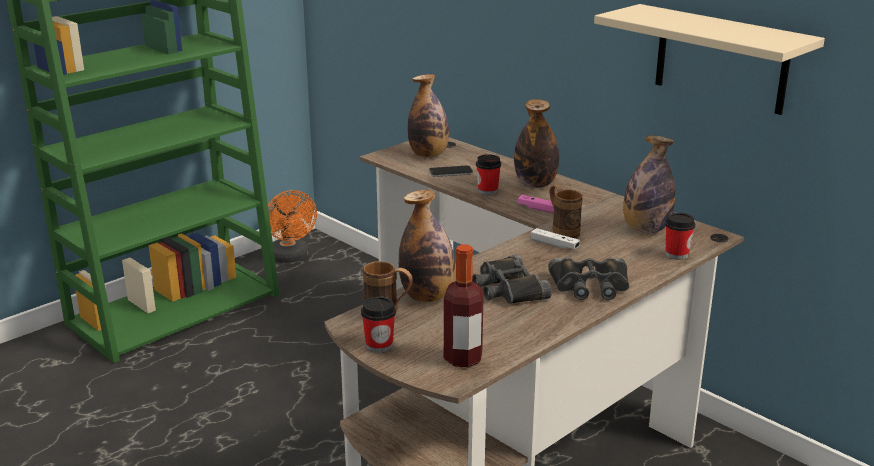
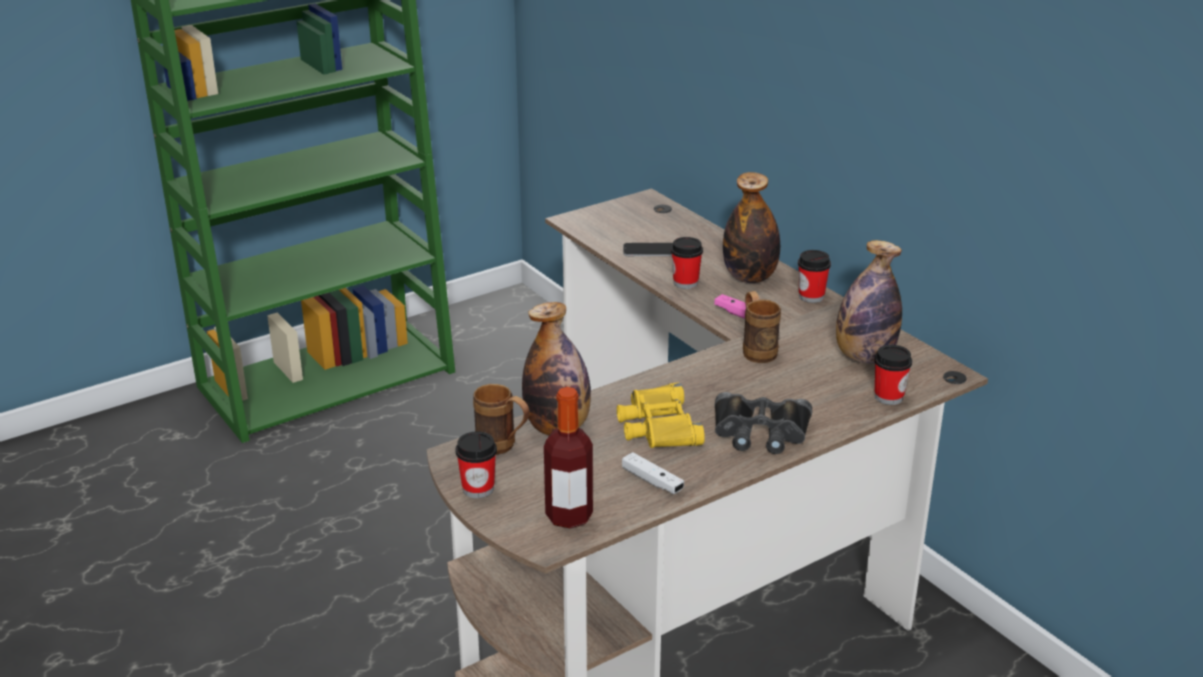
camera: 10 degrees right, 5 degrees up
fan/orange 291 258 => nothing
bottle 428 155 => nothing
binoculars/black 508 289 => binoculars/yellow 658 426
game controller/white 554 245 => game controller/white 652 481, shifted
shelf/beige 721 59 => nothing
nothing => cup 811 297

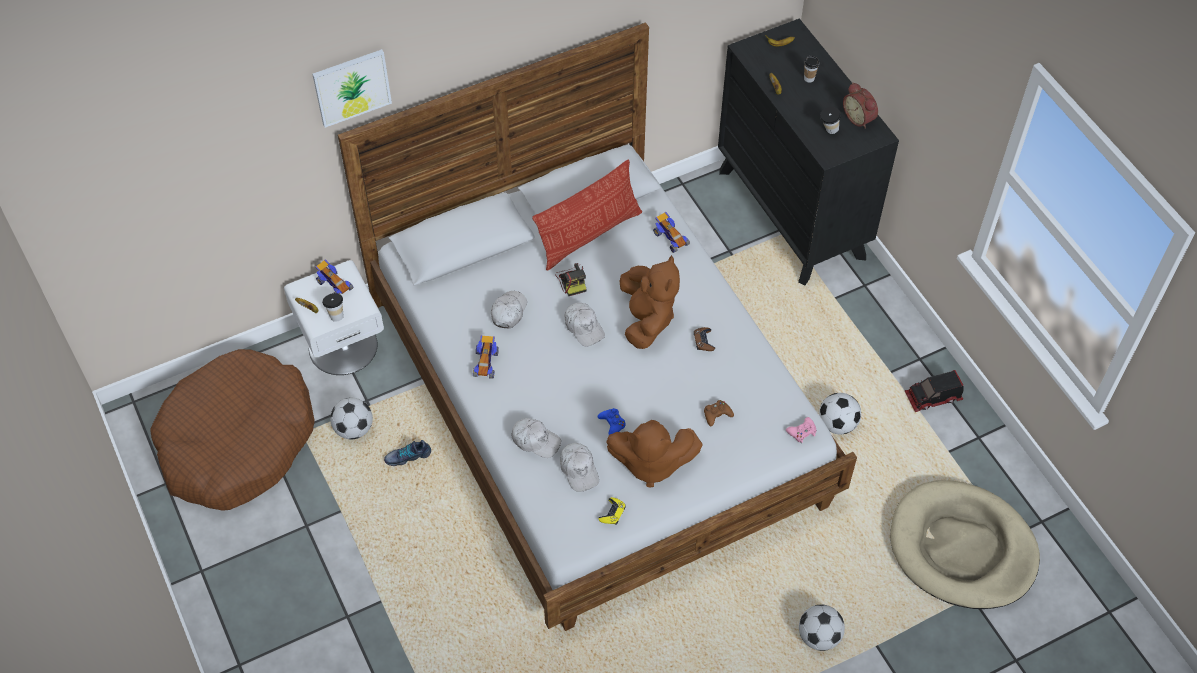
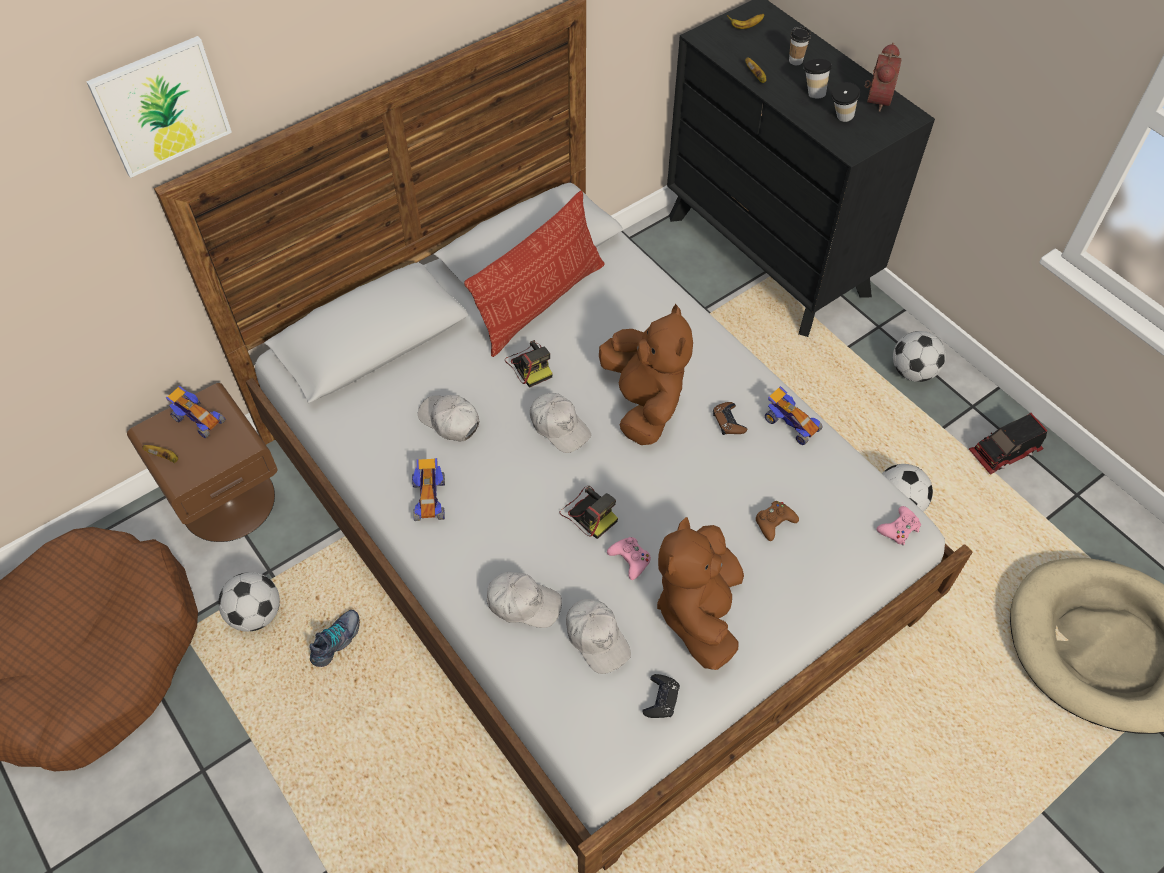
camera: 10 degrees left, 0 degrees up
nightstand/white 342 345 => nightstand/brown 227 500
cup 336 314 => cup 812 92, shifted
shoe 408 456 => shoe 337 641, 150 degrees clockwise
cap/white 508 312 => cap/white 449 421, 60 degrees counterclockwise
game controller/blue 612 423 => game controller/pink 630 559
game controller/yellow 612 513 => game controller/black 661 699
plush toy/brown 650 463 => plush toy/brown 699 611, 105 degrees clockwise
toy car 670 238 => toy car 790 423, shifted
football 819 636 => football 912 372, shifted
alarm clock 859 118 => alarm clock 875 98, 120 degrees counterclockwise
nothing => photo camera 588 513

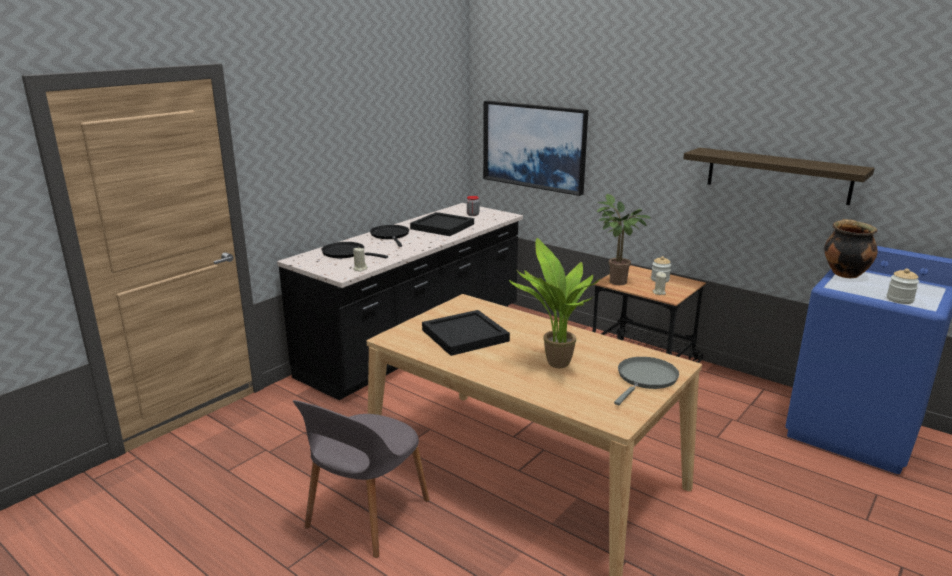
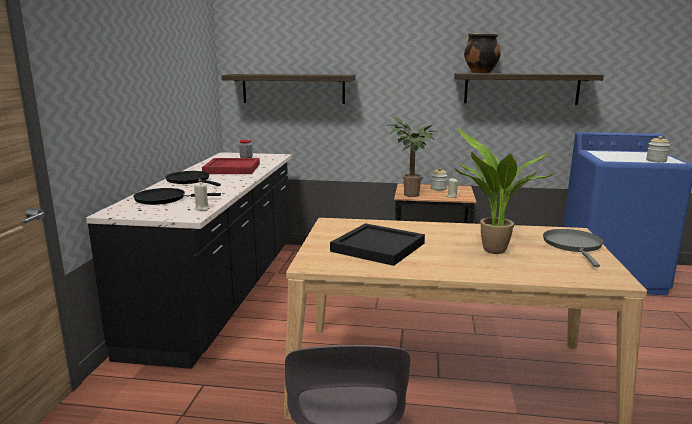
camera: 30 degrees left, 5 degrees down
tray/black 442 226 => tray/red 231 168
picture 534 146 => shelf 293 88
cooking pot 844 273 => cooking pot 479 73, shifted

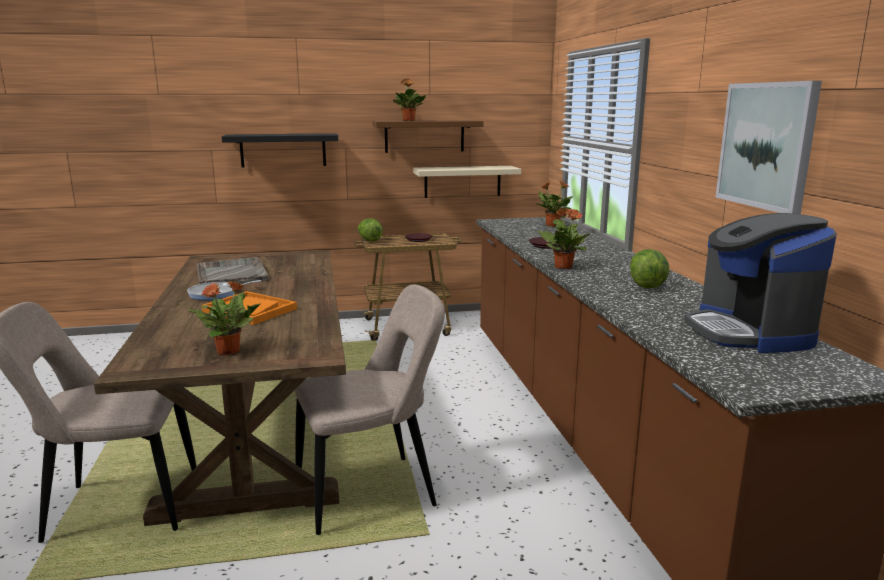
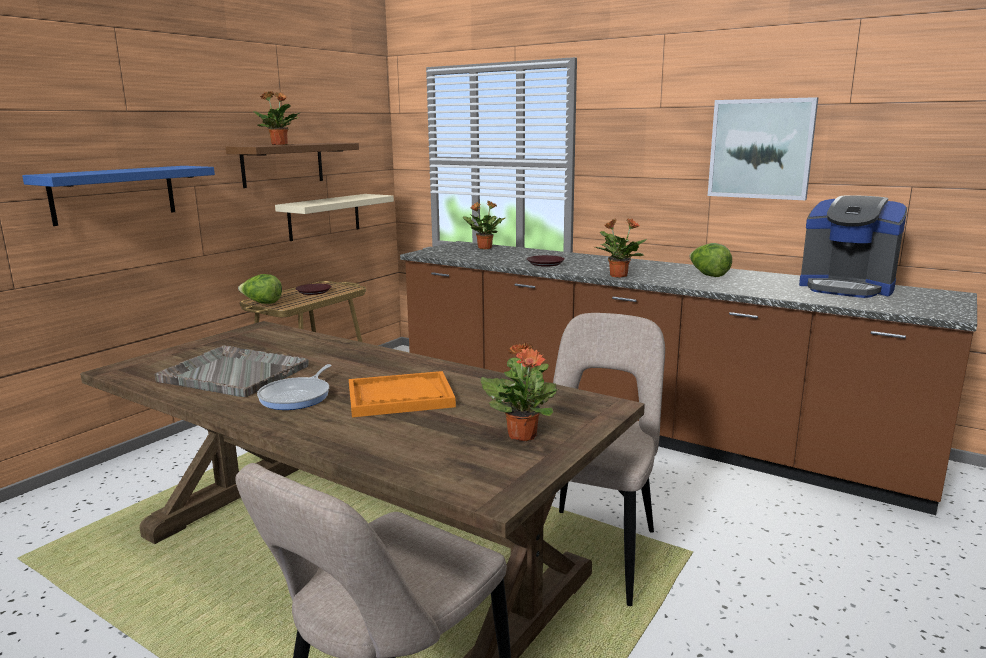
camera: 45 degrees left, 0 degrees up
shelf/black 283 150 => shelf/blue 114 194

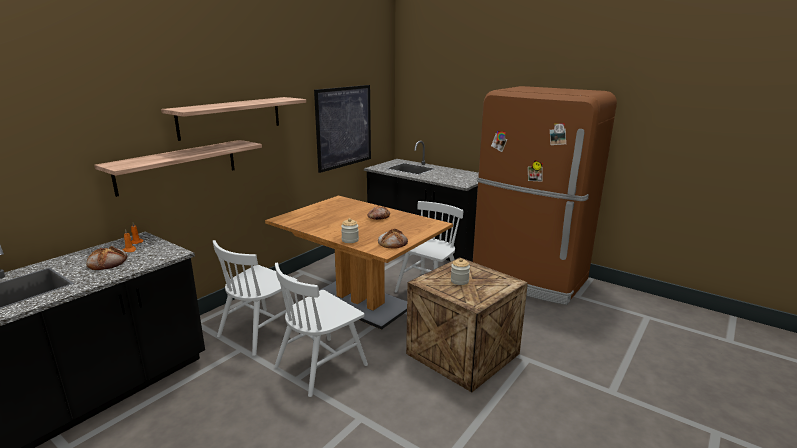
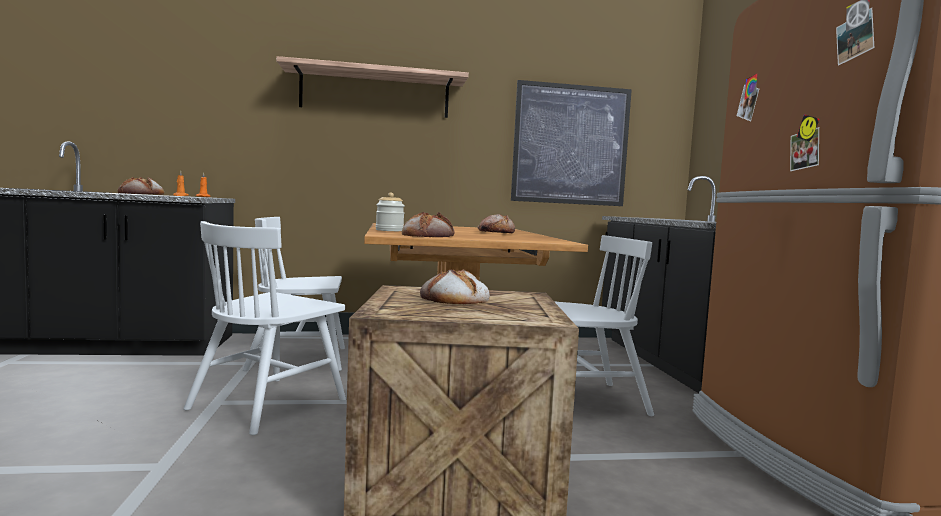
camera: 45 degrees right, 15 degrees down
shelf 178 166 => nothing
chair/white 321 365 => chair/white 268 404, 60 degrees counterclockwise
jar 459 281 => bread 454 299

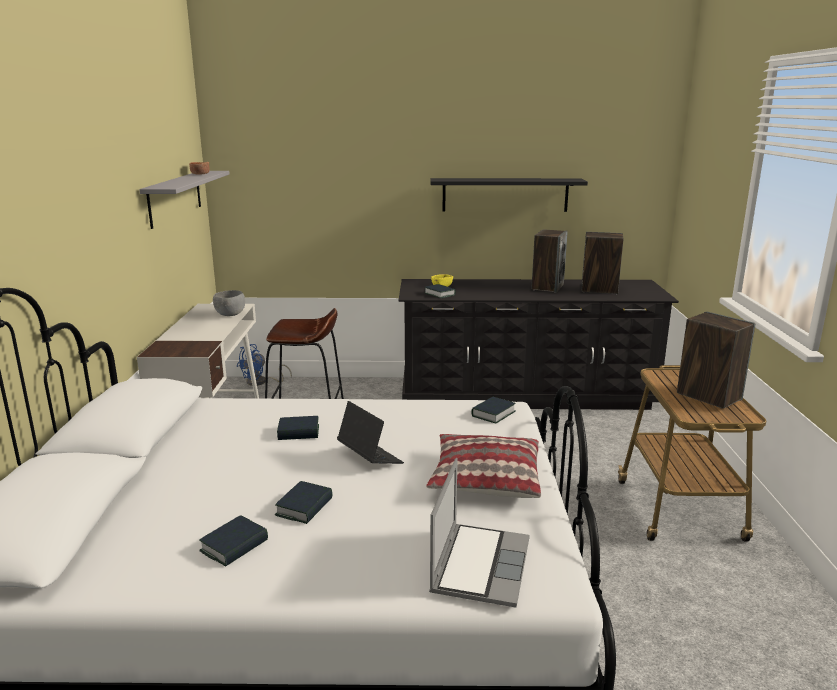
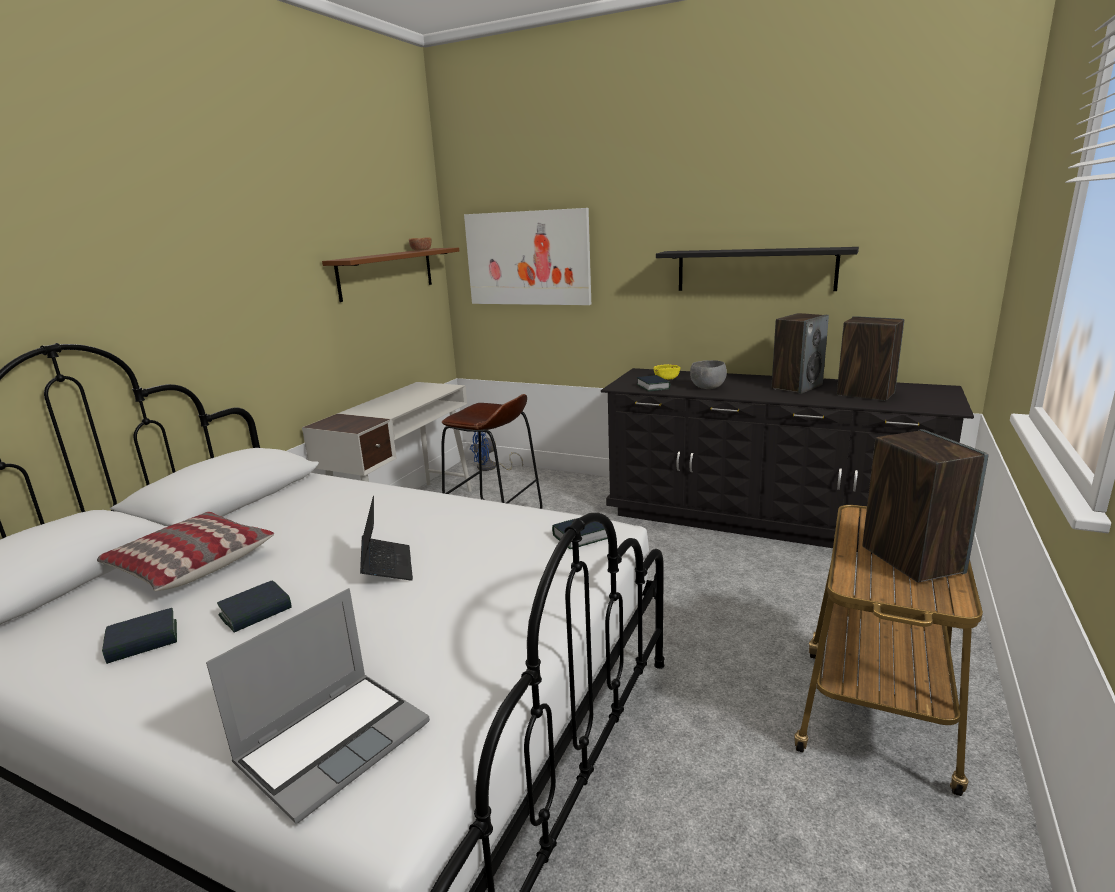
camera: 25 degrees right, 0 degrees up
shelf/grey 175 197 => shelf/brown 386 273
bowl/grey 230 315 => bowl/grey 707 388, shifted
book 298 432 => nothing
pillow 485 479 => pillow 190 564, shifted
nothing => picture 528 258

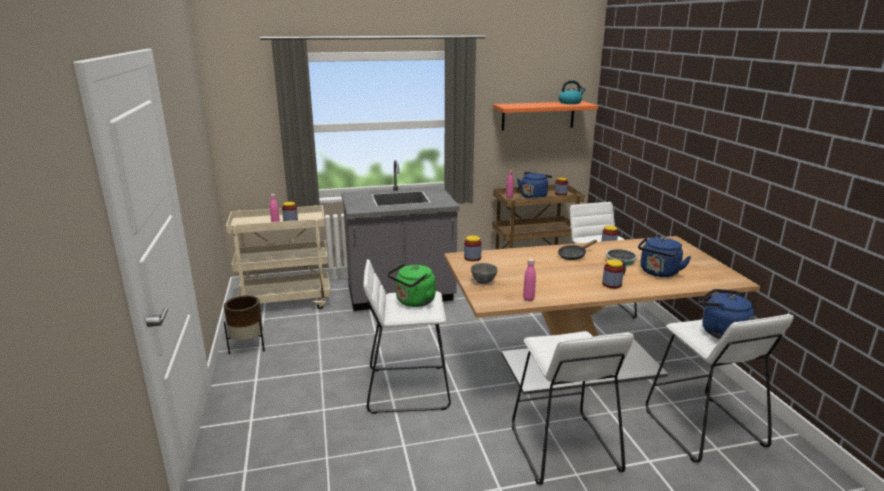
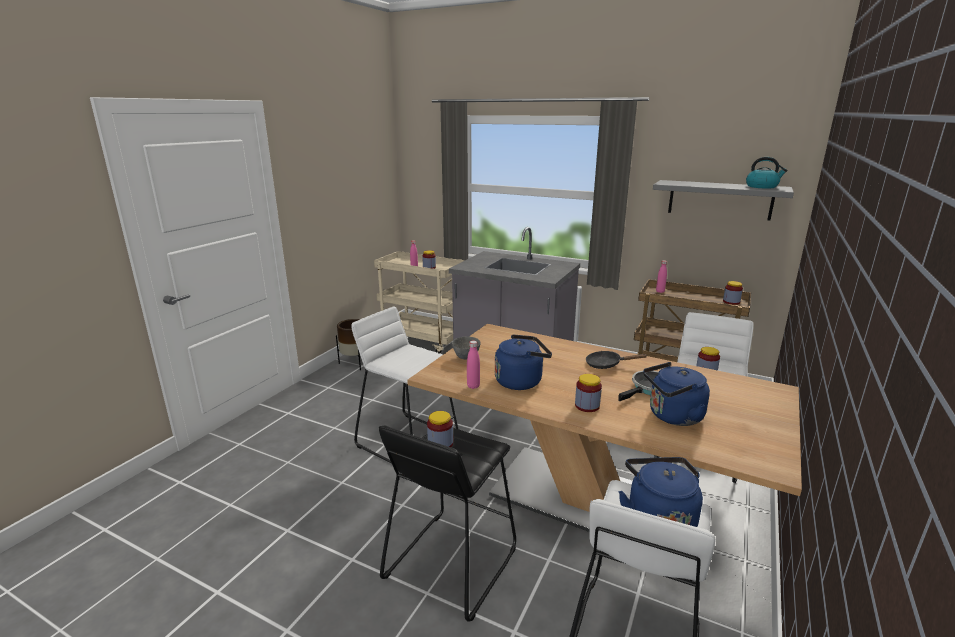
camera: 40 degrees right, 0 degrees up
kettle/green 414 302 => nothing
jar 472 258 => jar 440 444, shifted
shelf/orange 538 115 => shelf/grey 720 199
stool/white 562 448 => stool/black 450 562
kettle/blue 534 196 => kettle/blue 521 381, shifted

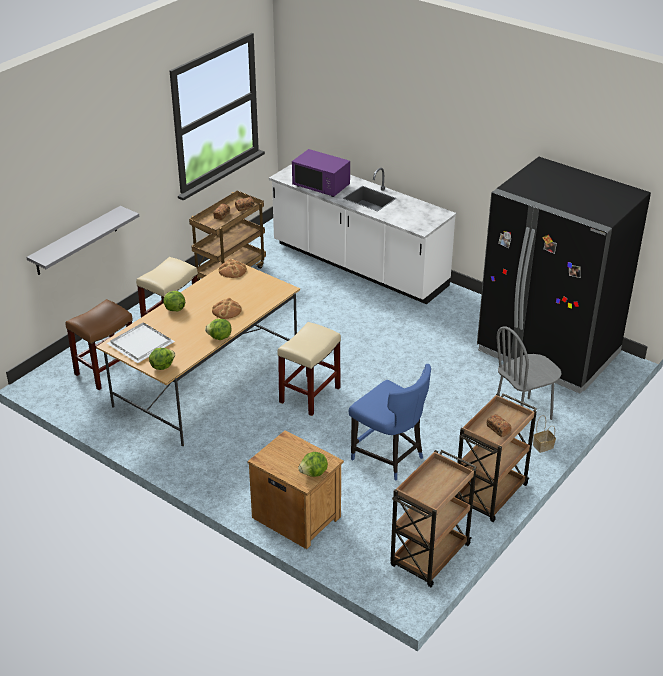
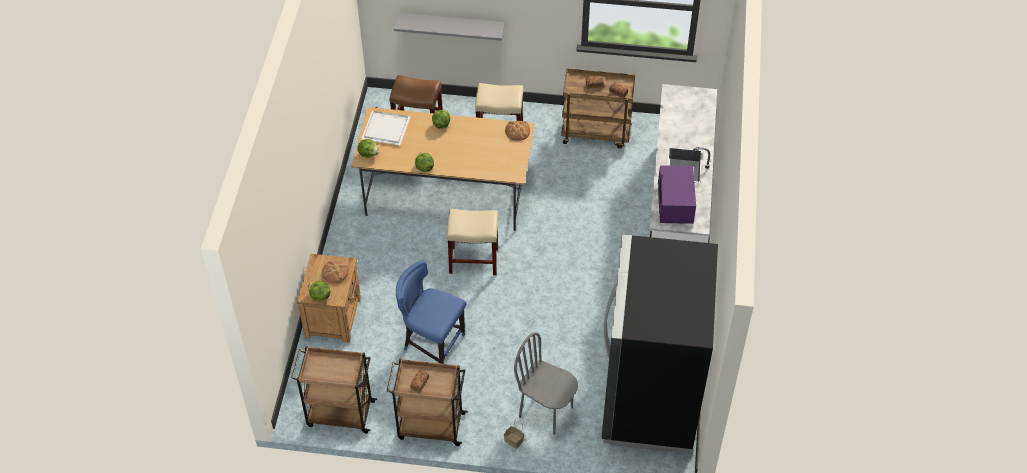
camera: 60 degrees right, 15 degrees up
bread 226 310 => bread 335 272, shifted
microwave/purple 321 186 => microwave/purple 675 205, shifted
chair/blue 389 458 => chair/blue 432 343, 105 degrees clockwise

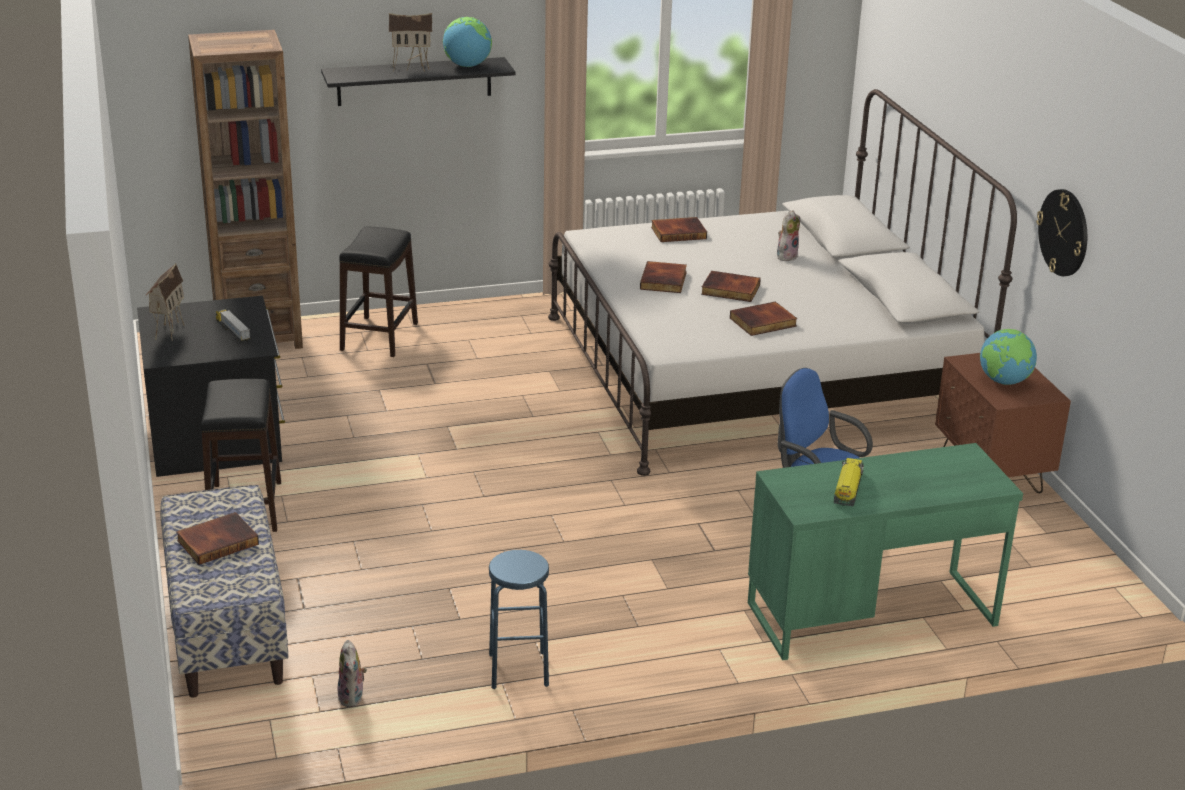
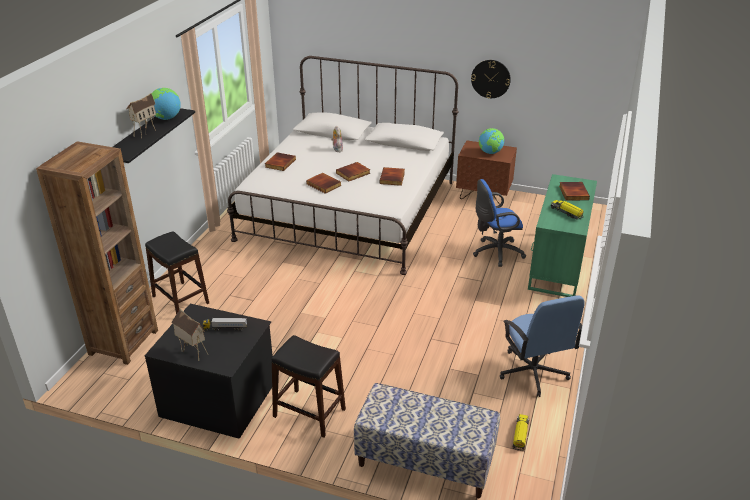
camera: 55 degrees left, 5 degrees up
book 217 541 => book 573 193, shifted
plush toy 353 697 => toy truck 520 435
stool/blue 518 670 => office chair/blue 533 372

